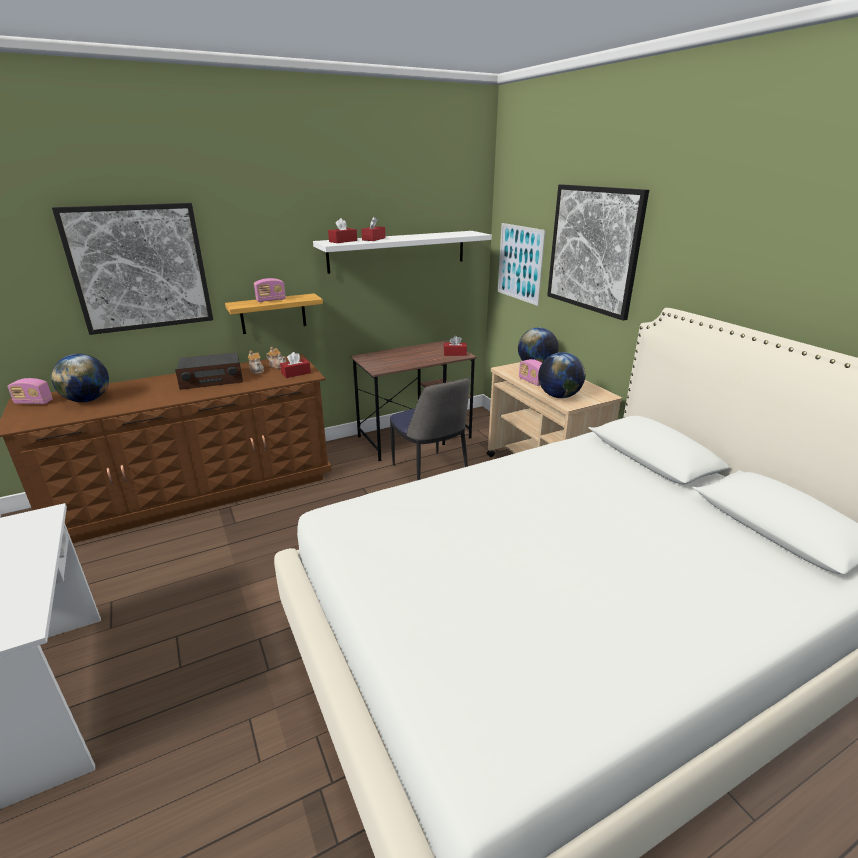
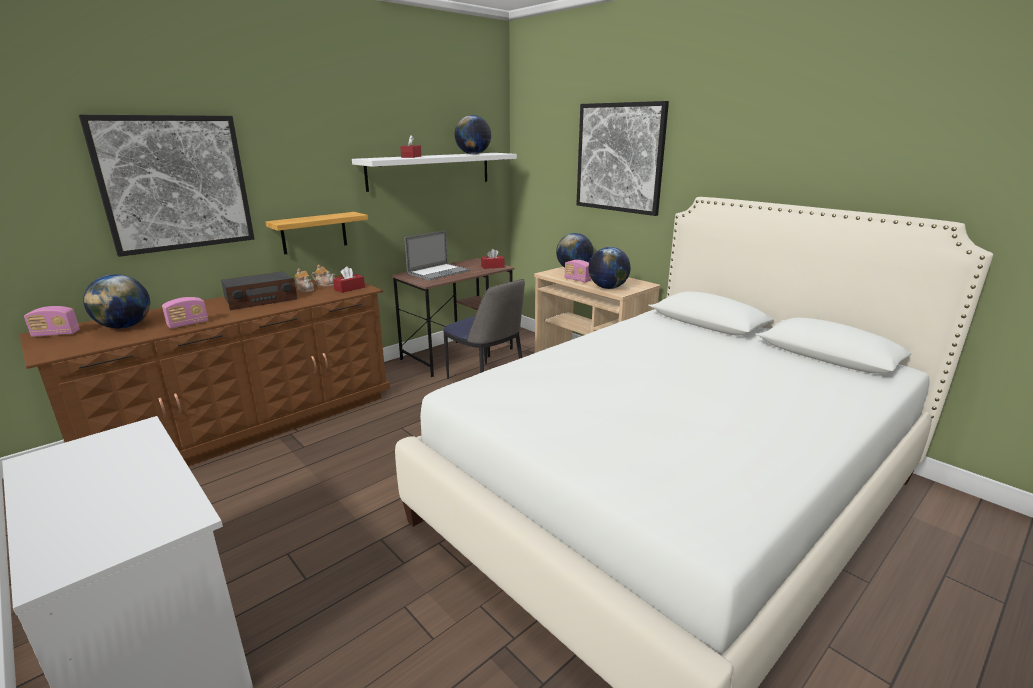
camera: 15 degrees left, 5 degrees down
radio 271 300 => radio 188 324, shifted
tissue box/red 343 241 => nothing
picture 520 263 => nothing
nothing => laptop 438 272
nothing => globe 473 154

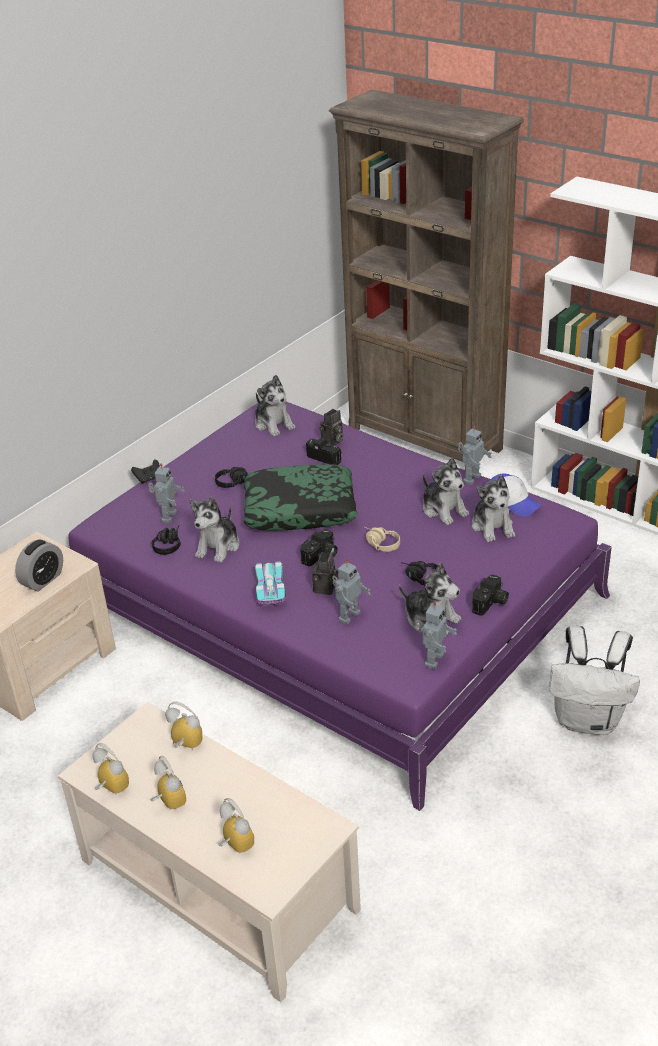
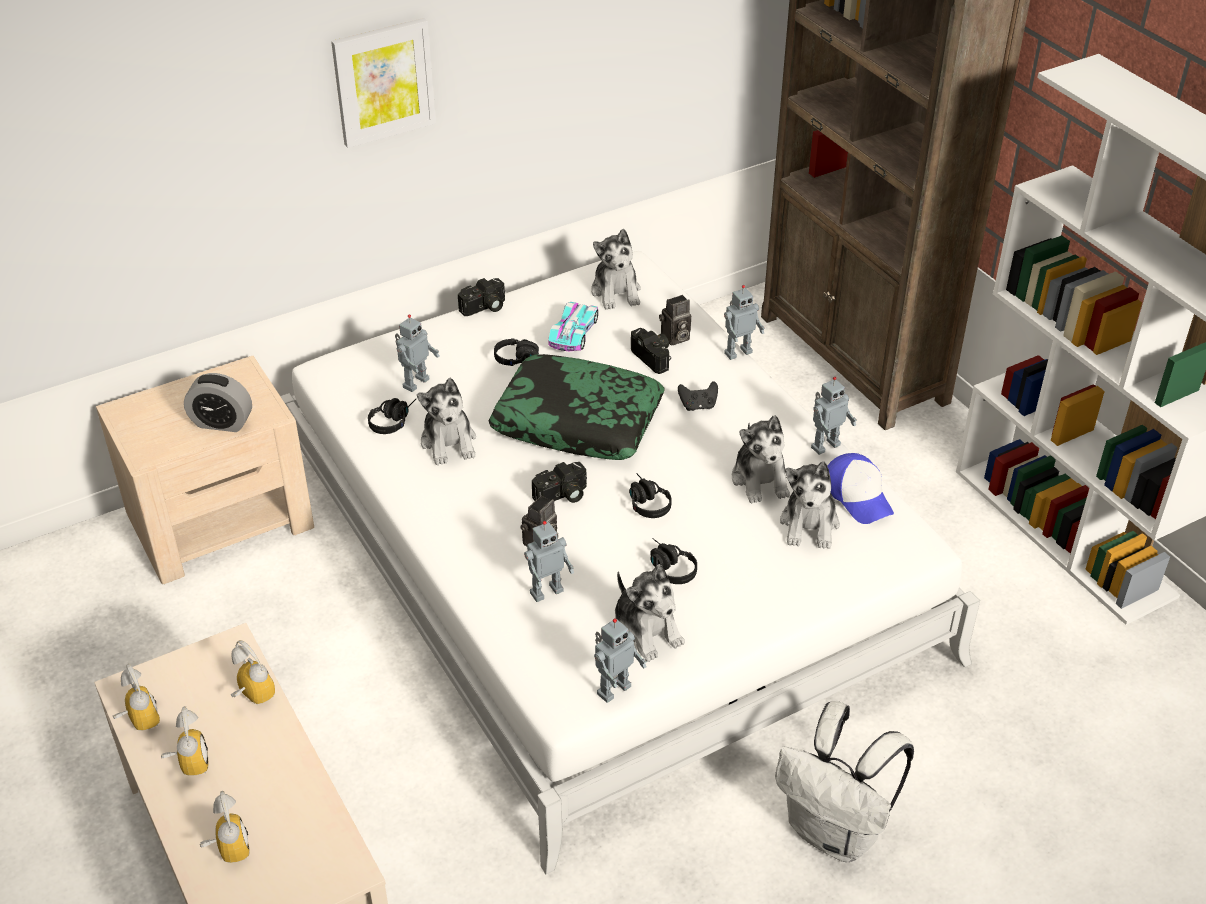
camera: 20 degrees right, 5 degrees up
alarm clock 43 580 => alarm clock 222 423, 45 degrees clockwise
bed/purple 334 603 => bed/white 603 554
game controller/black 148 479 => game controller/black 698 406, shifted
plush toy 218 546 => plush toy 449 442, 60 degrees counterclockwise
toy car 270 587 => toy car 574 332, shifted
headphones/beige 379 543 => headphones/black 645 502
photo camera 490 603 => photo camera 484 308, shifted
nothing => picture 383 81
nothing => toy robot 737 352

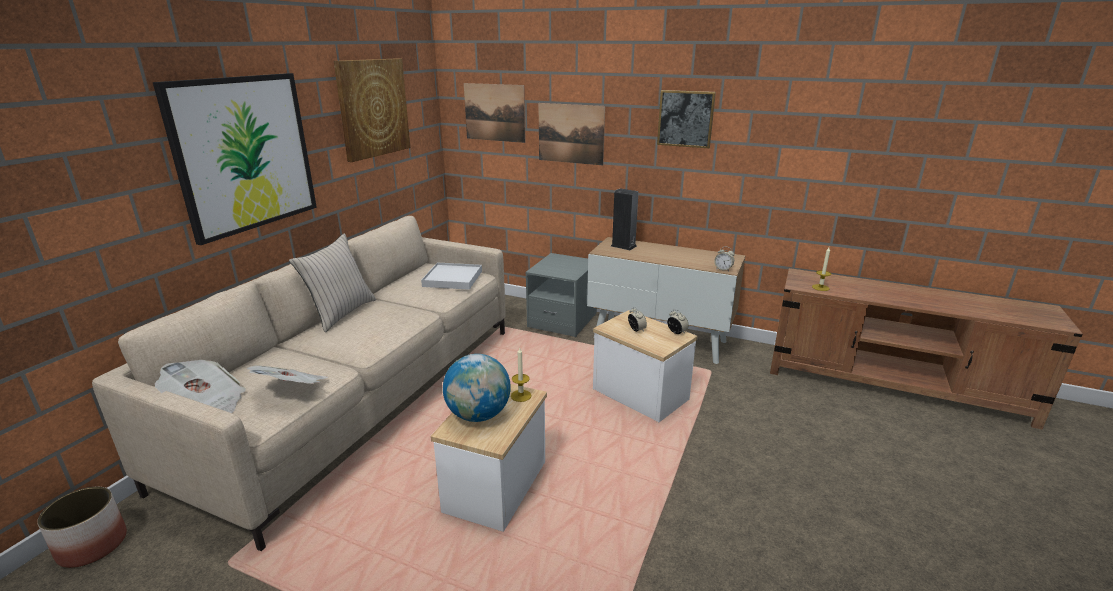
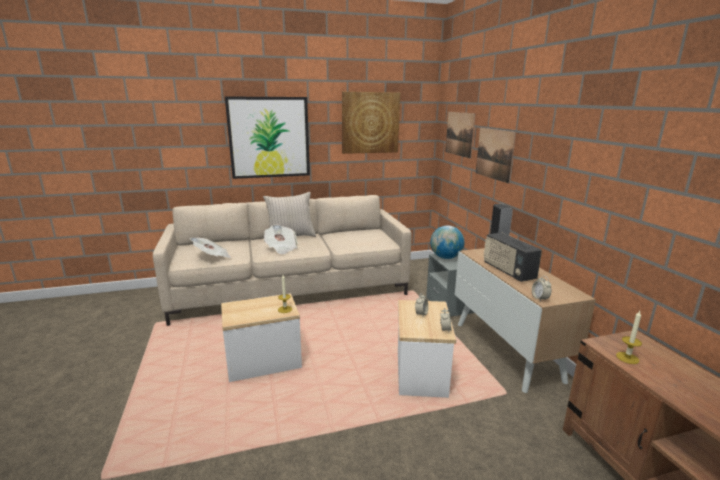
camera: 50 degrees right, 5 degrees down
planter 93 545 => nothing
newspaper 207 404 => newspaper 281 248, shifted
tray/white 453 278 => nothing
globe 478 415 => globe 445 257, shifted
picture 685 118 => nothing
nothing => radio 508 271

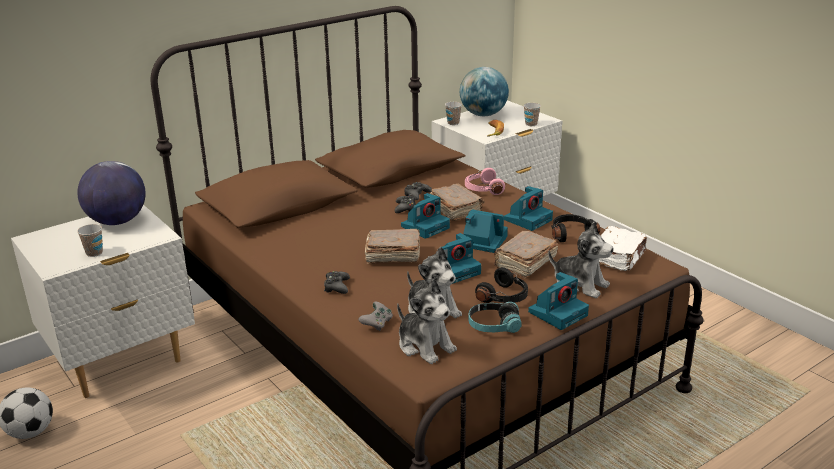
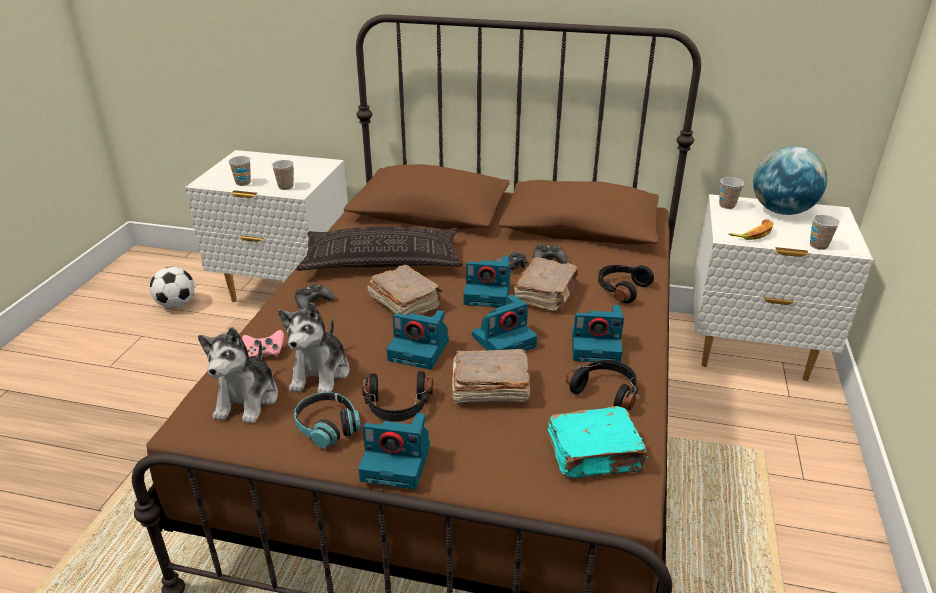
camera: 50 degrees right, 5 degrees up
globe 117 221 => nothing
game controller/grey 377 324 => game controller/pink 264 353
photo camera 483 241 => photo camera 504 340, 75 degrees clockwise
headphones/pink 483 189 => headphones/black 621 289
plush toy 580 285 => nothing
book/white 618 258 => book/turquoise 595 455
nothing => cup 286 187
nothing => pillow 382 260

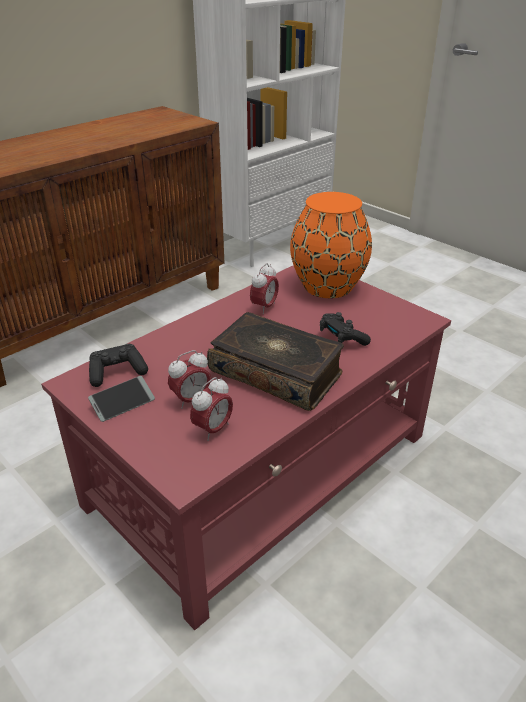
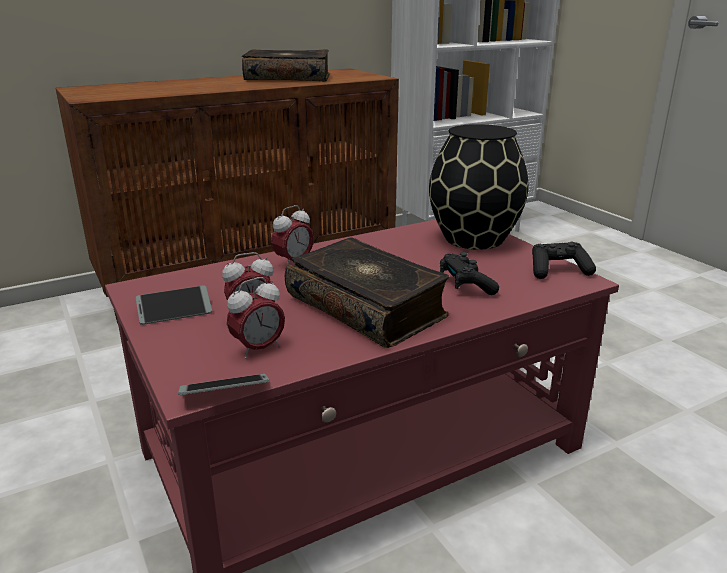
camera: 15 degrees right, 10 degrees down
game controller/black 117 372 => game controller/black 558 271, shifted
alarm clock 264 307 => alarm clock 293 262, shifted
vase/orange 327 286 => vase/black 473 238
nothing => phone 224 392
nothing => book 288 78

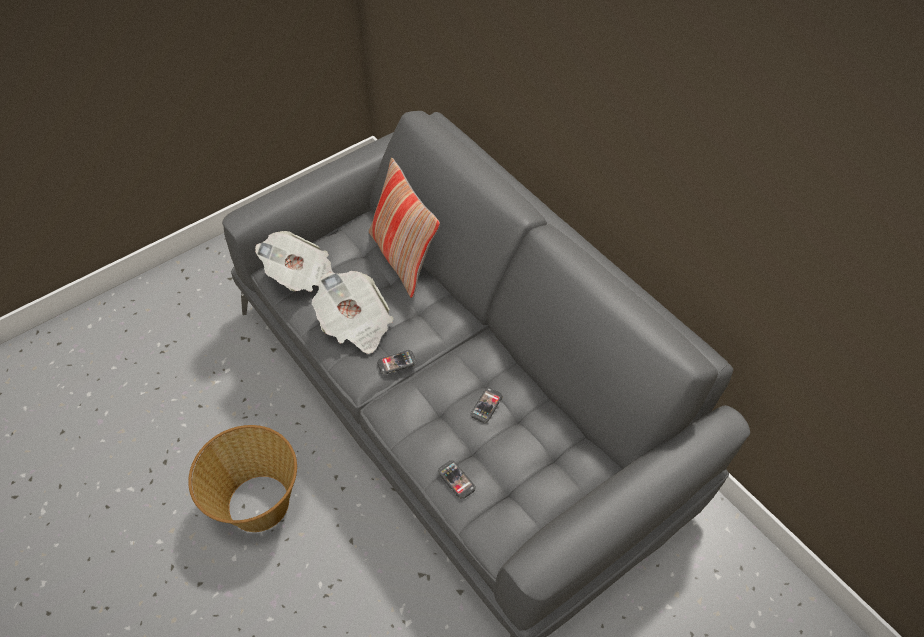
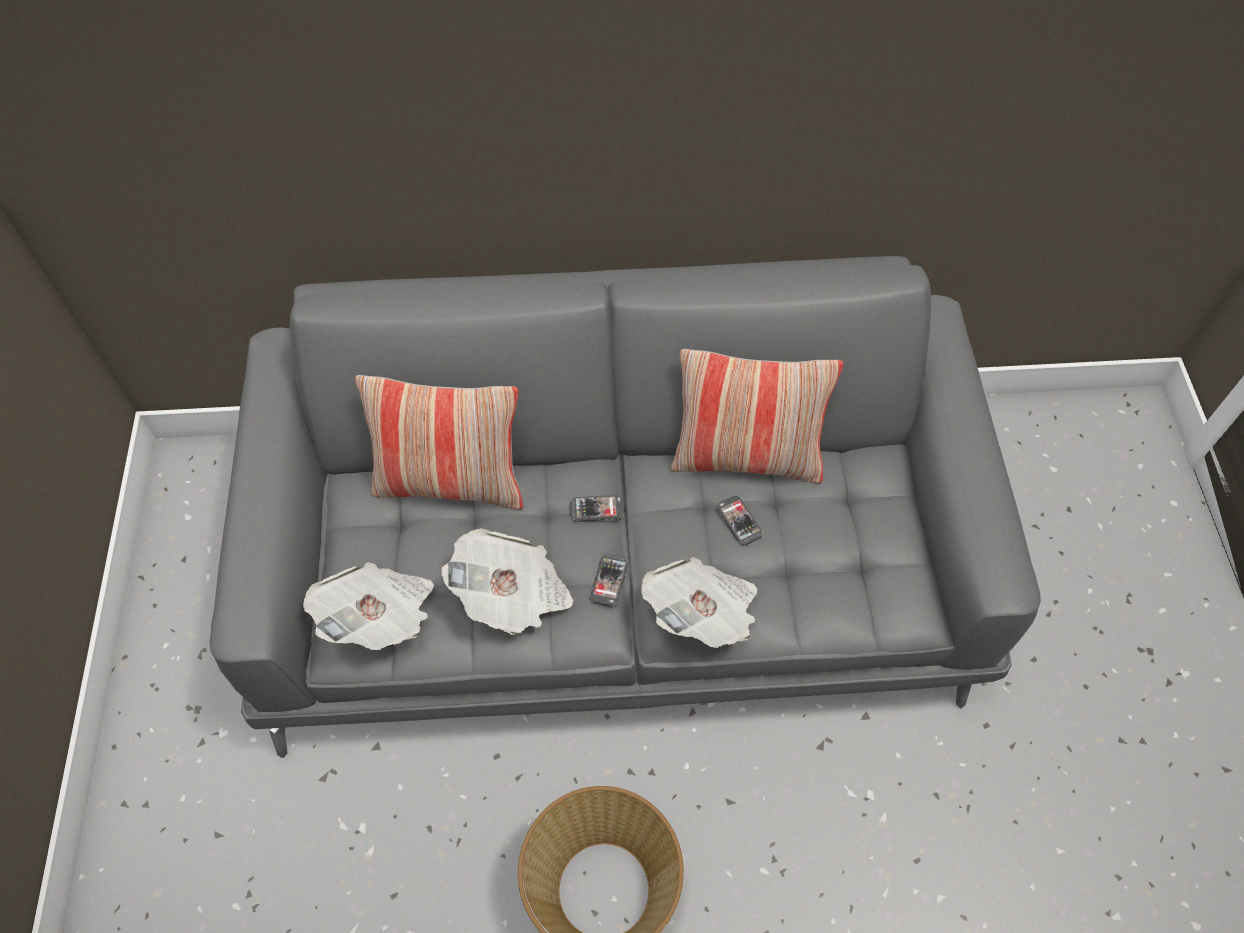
camera: 55 degrees left, 5 degrees up
phone 456 480 => phone 597 509, shifted
nothing => newspaper 702 613
nothing => pillow 746 458

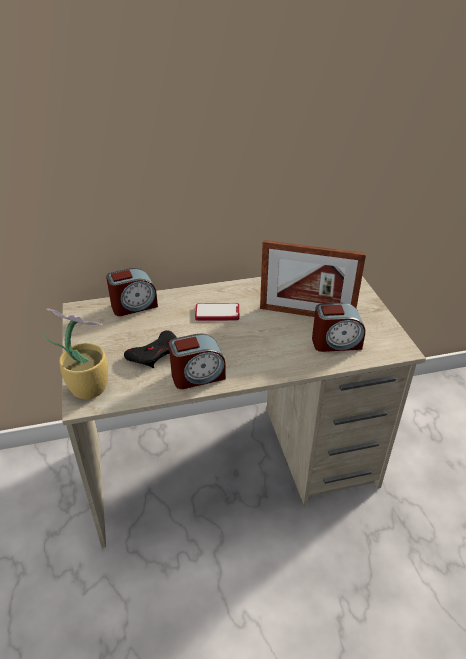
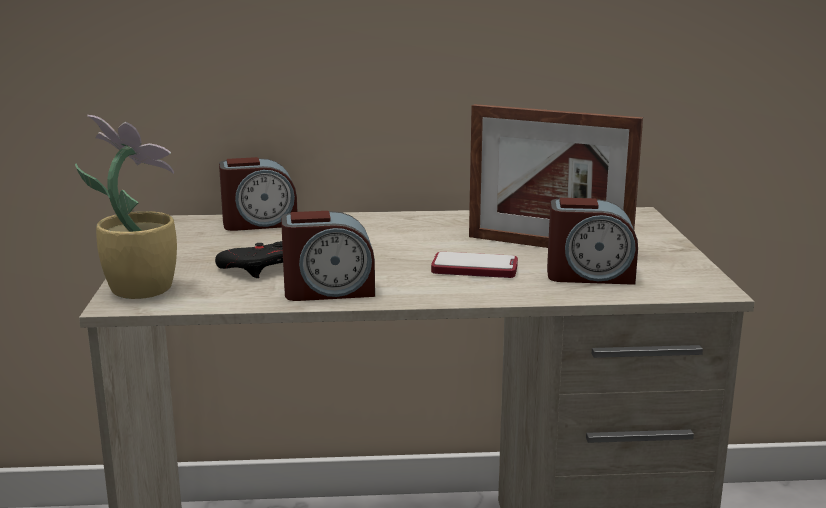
camera: 10 degrees right, 20 degrees down
phone 217 313 => phone 474 268, shifted

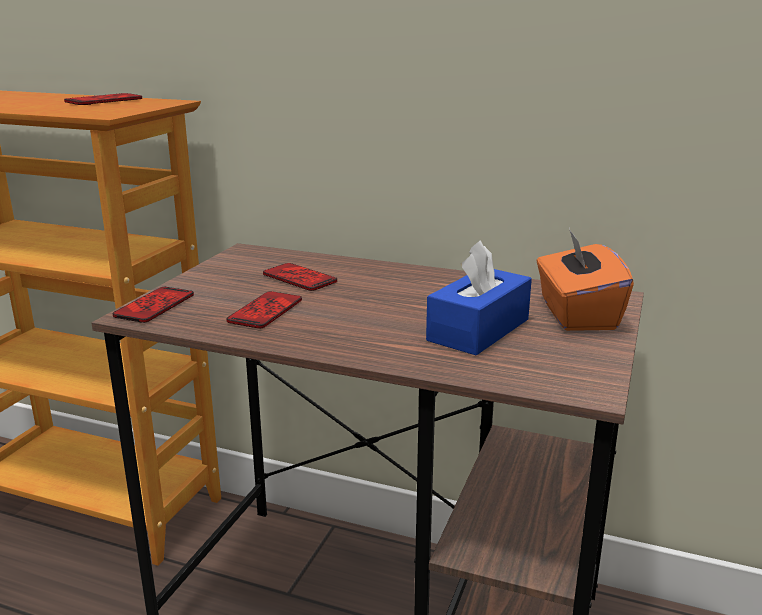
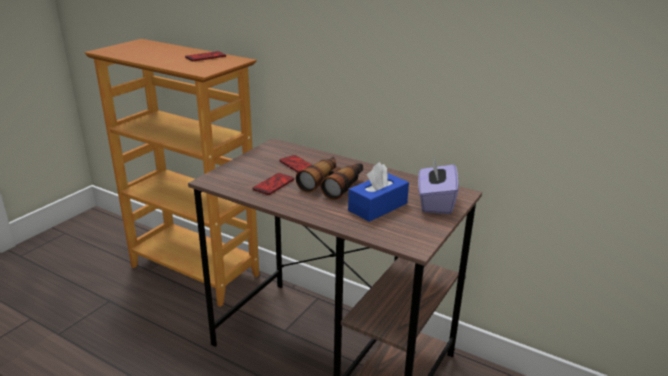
camera: 10 degrees right, 5 degrees up
phone 154 306 => nothing
tissue box/orange 576 314 => tissue box/purple 435 203
nothing => binoculars 333 184

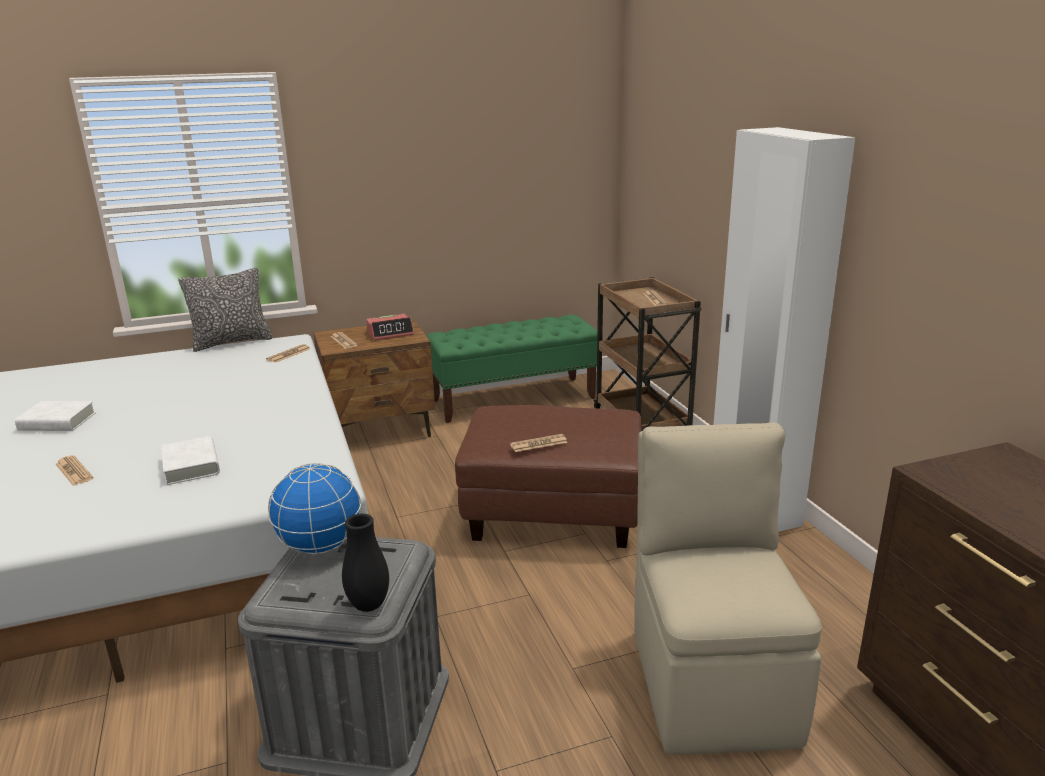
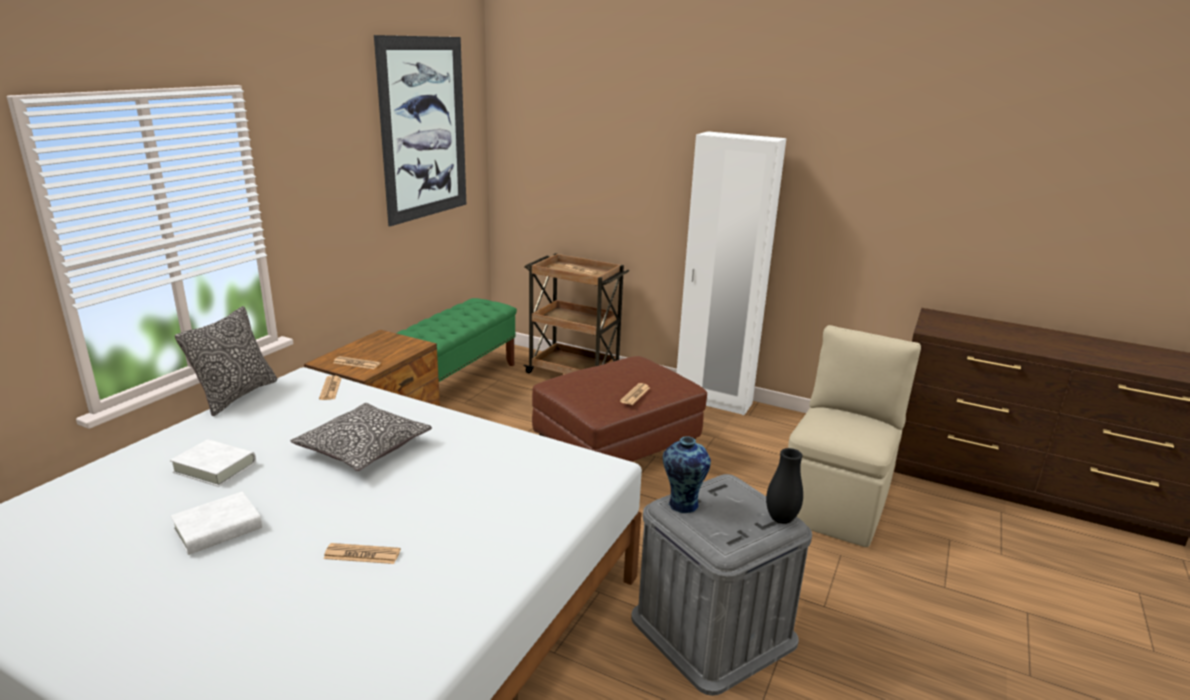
camera: 45 degrees left, 0 degrees up
book/white 191 466 => book/white 215 467, shifted
globe 320 546 => vase 682 505
alarm clock 390 333 => nothing
chair/beige 711 681 => chair/beige 835 503, 75 degrees clockwise
nothing => pillow 364 448
nothing => picture 424 129

